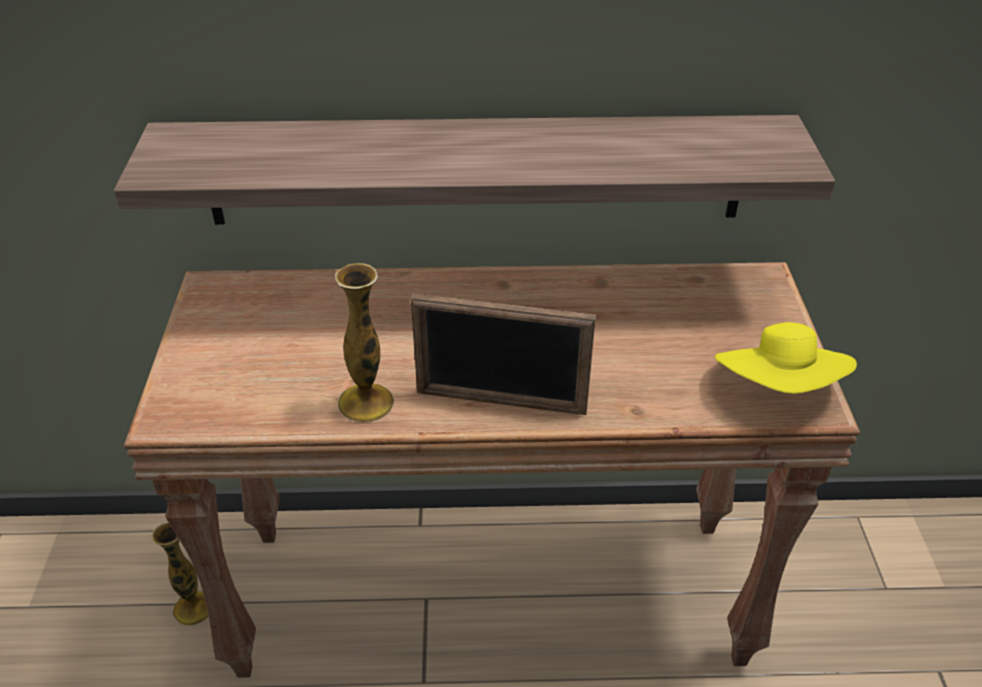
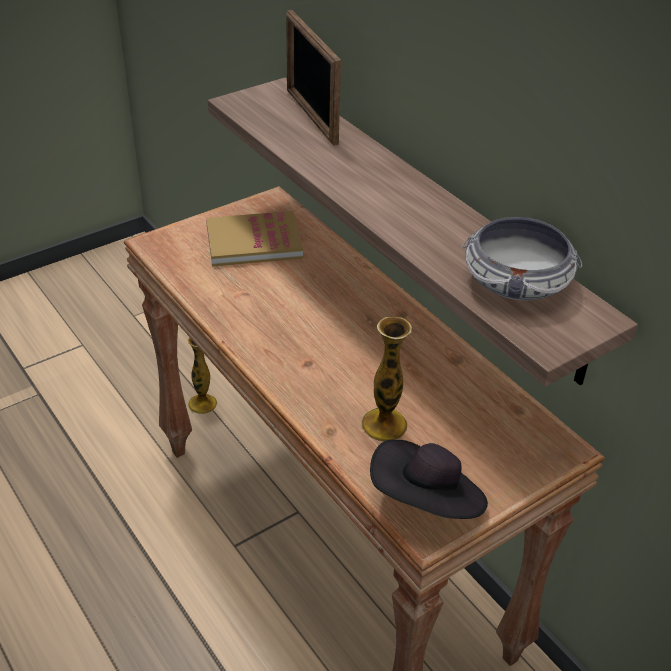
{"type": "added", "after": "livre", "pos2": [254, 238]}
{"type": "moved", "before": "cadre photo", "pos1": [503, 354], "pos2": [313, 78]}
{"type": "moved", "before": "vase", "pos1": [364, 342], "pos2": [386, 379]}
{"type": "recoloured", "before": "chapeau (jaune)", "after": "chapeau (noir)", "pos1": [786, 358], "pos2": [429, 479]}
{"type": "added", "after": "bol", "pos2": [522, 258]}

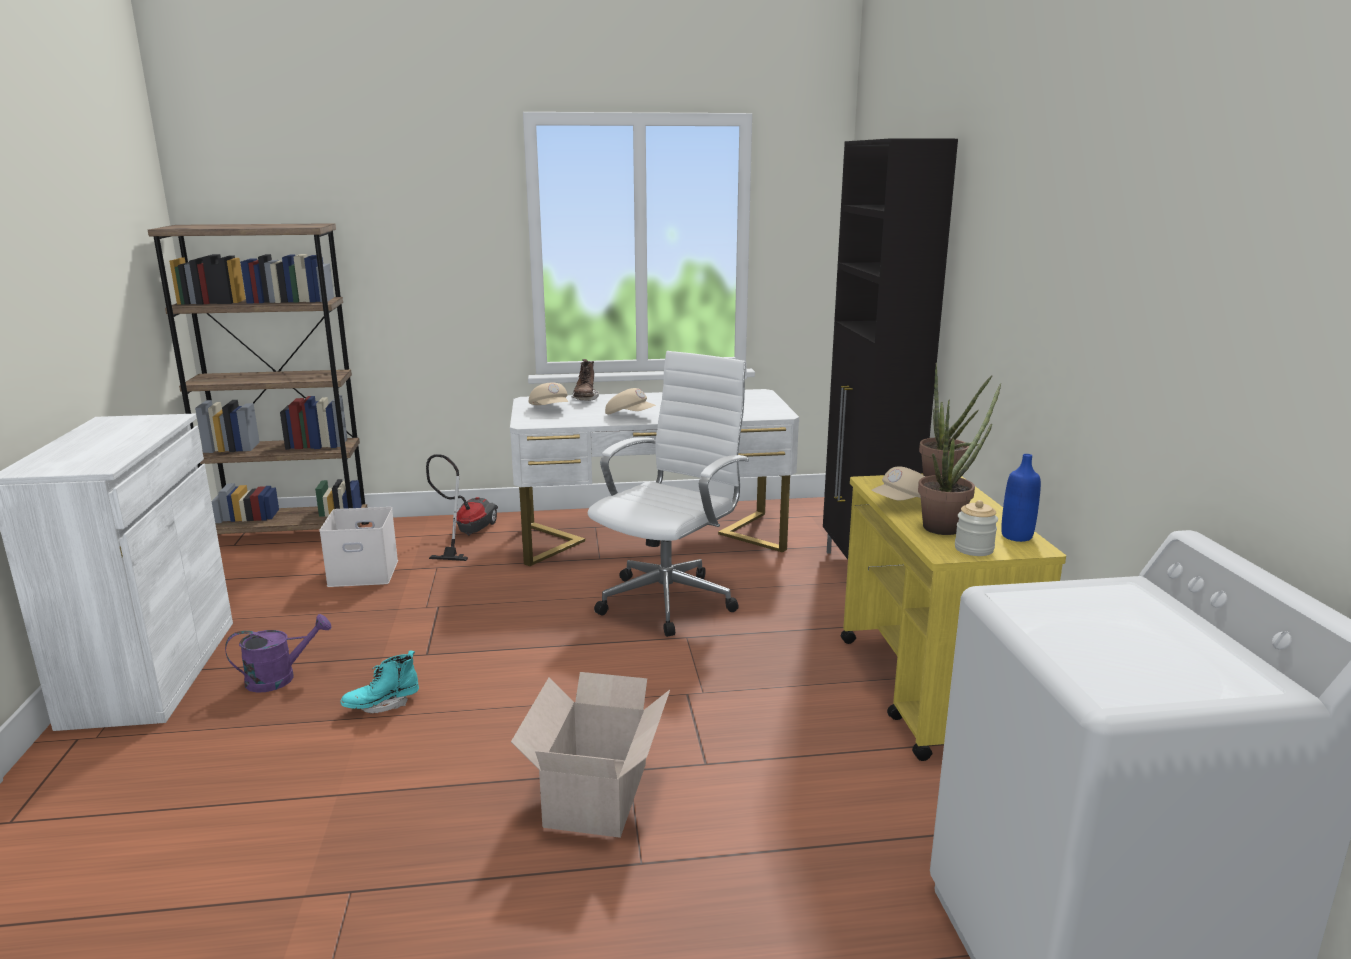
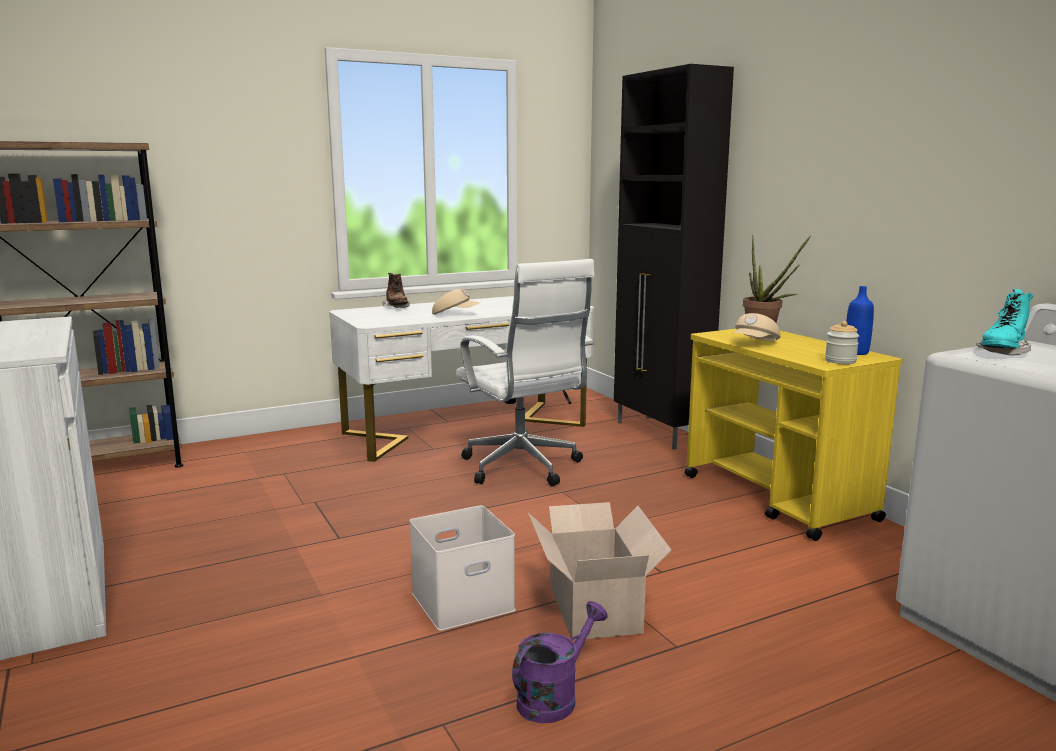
{"type": "moved", "before": "boîte de rangement (blanc)", "pos1": [358, 547], "pos2": [463, 568]}
{"type": "turned", "before": "chaise de bureau (blanc)", "pos1": [668, 494], "pos2": [525, 373], "turn": 135}
{"type": "moved", "before": "arrosoir (violet)", "pos1": [278, 653], "pos2": [560, 662]}
{"type": "moved", "before": "botte (turquoise)", "pos1": [379, 682], "pos2": [1005, 322]}
{"type": "removed", "before": "aspirateur", "pos1": [462, 507]}
{"type": "removed", "before": "casquette (beige)", "pos1": [548, 394]}
{"type": "removed", "before": "plante en pot", "pos1": [959, 459]}

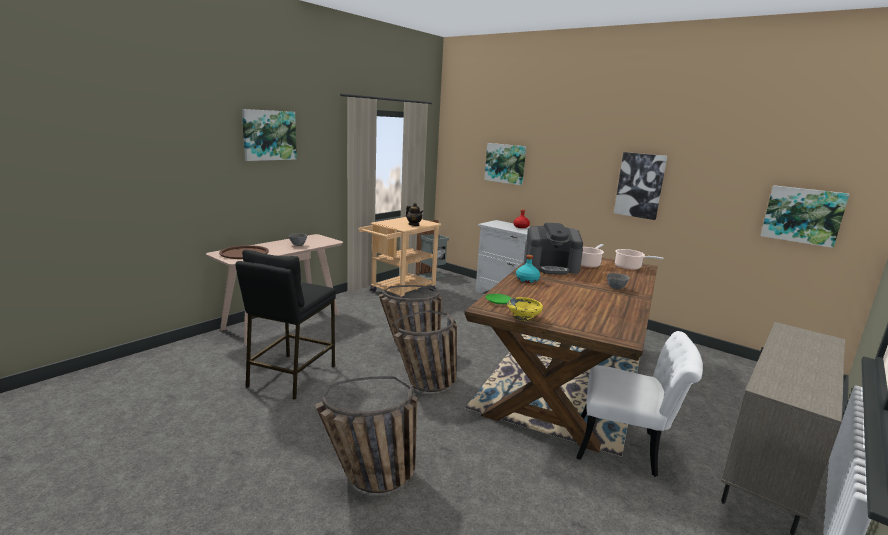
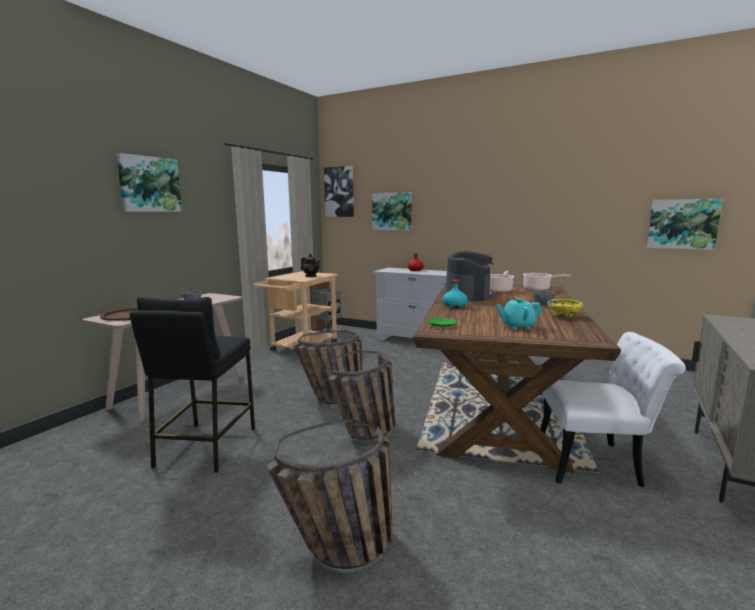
{"type": "moved", "before": "tableau", "pos1": [640, 186], "pos2": [339, 191]}
{"type": "turned", "before": "machine à café", "pos1": [553, 249], "pos2": [470, 275], "turn": -75}
{"type": "added", "after": "théière (turquoise)", "pos2": [519, 314]}
{"type": "moved", "before": "bol (jaune)", "pos1": [525, 309], "pos2": [565, 308]}

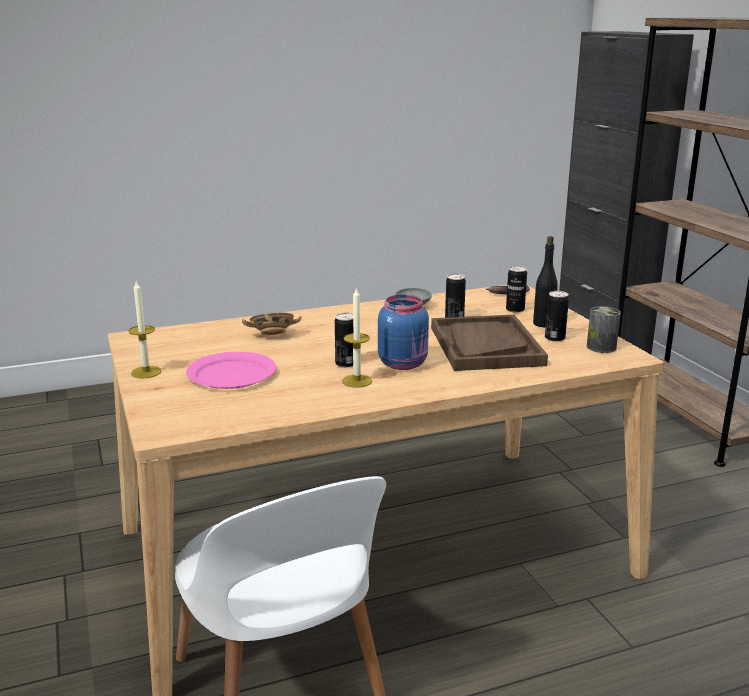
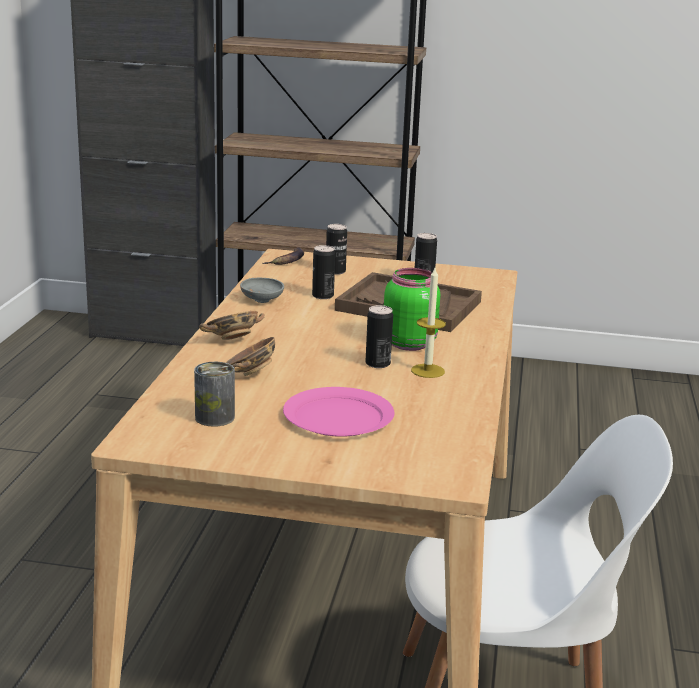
{"type": "moved", "before": "boîte métallique", "pos1": [604, 329], "pos2": [214, 394]}
{"type": "added", "after": "bol", "pos2": [232, 325]}
{"type": "recoloured", "before": "bocal (bleu)", "after": "bocal (vert)", "pos1": [403, 332], "pos2": [412, 309]}
{"type": "removed", "before": "bougie", "pos1": [145, 329]}
{"type": "removed", "before": "bouteille (noir)", "pos1": [545, 281]}

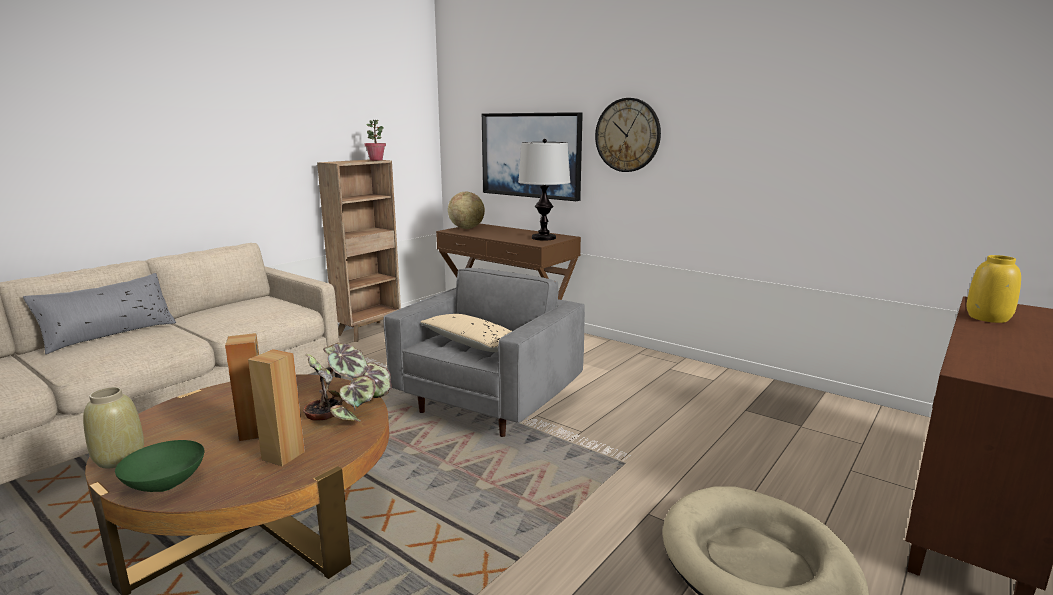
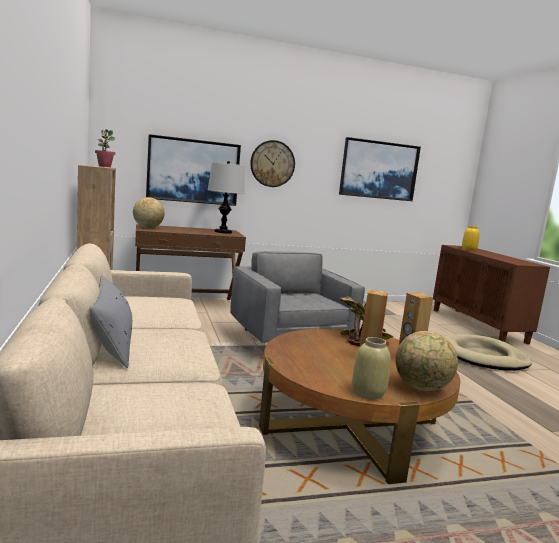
{"type": "added", "after": "tableau", "pos2": [380, 169]}
{"type": "replaced", "before": "bol (vert)", "after": "globe", "pos1": [159, 466], "pos2": [426, 361]}
{"type": "removed", "before": "coussin (beige)", "pos1": [466, 333]}

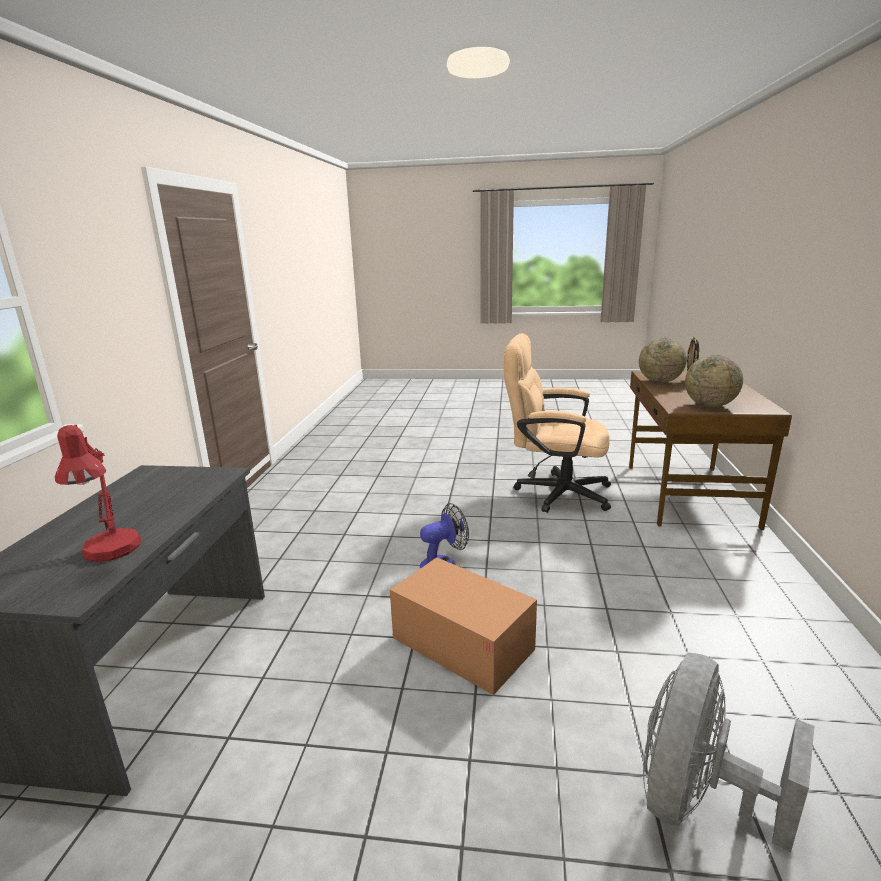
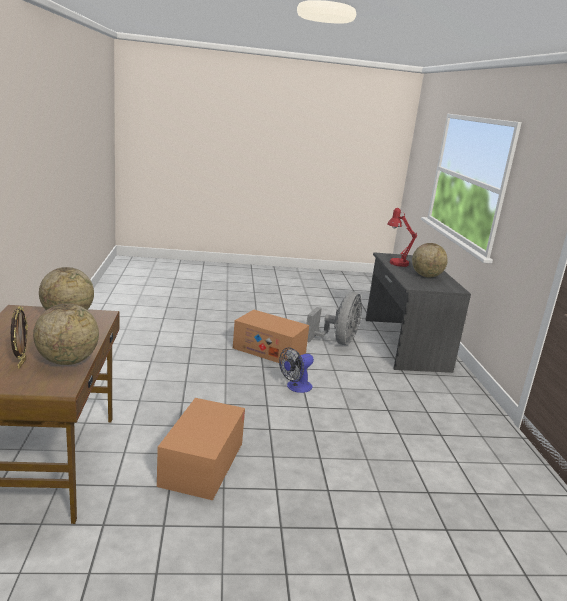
{"type": "replaced", "before": "chaise de bureau (beige)", "after": "carton", "pos1": [557, 423], "pos2": [201, 449]}
{"type": "moved", "before": "ventilateur (gris)", "pos1": [728, 752], "pos2": [334, 318]}
{"type": "added", "after": "globe", "pos2": [430, 260]}

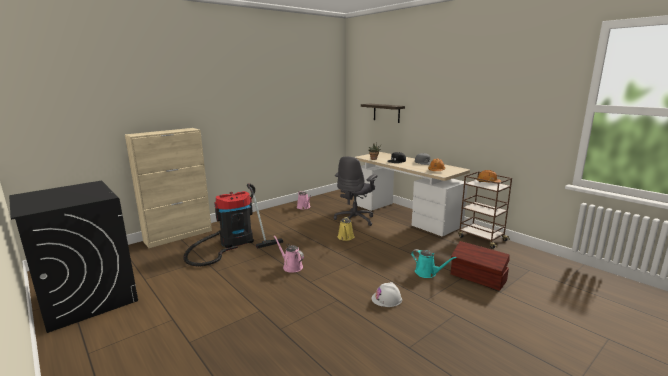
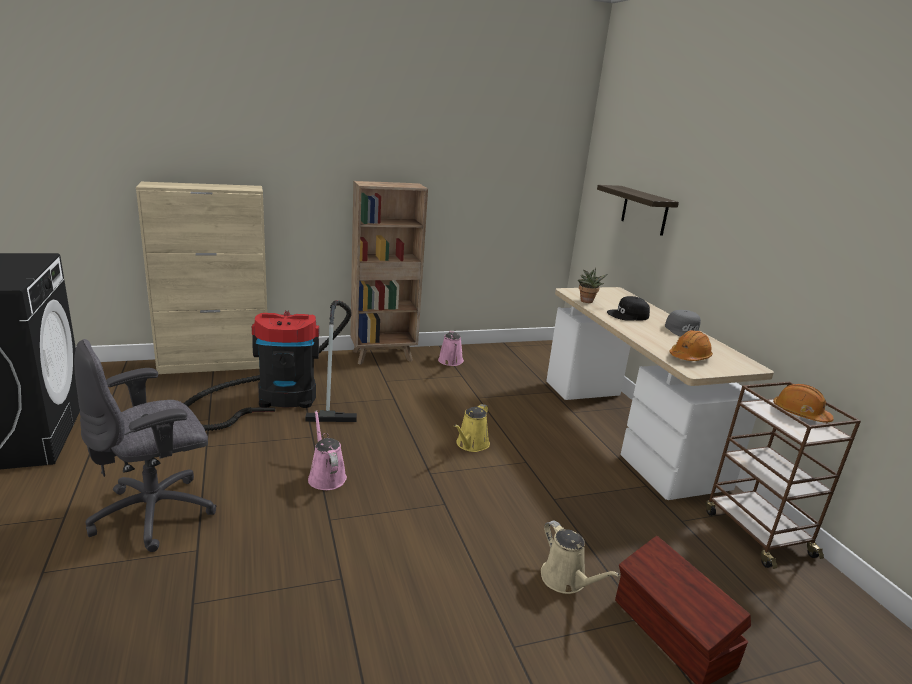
{"type": "moved", "before": "chaise de bureau (gris)", "pos1": [355, 191], "pos2": [145, 445]}
{"type": "added", "after": "bibliothèque (marron)", "pos2": [389, 273]}
{"type": "recoloured", "before": "arrosoir (turquoise)", "after": "arrosoir (beige)", "pos1": [434, 263], "pos2": [580, 557]}
{"type": "removed", "before": "casque de chantier (blanc)", "pos1": [386, 294]}

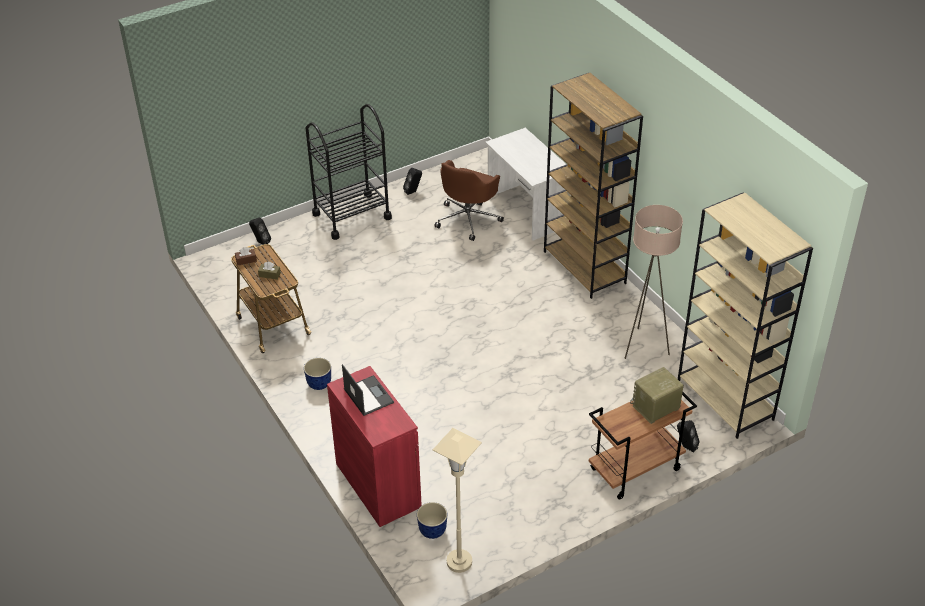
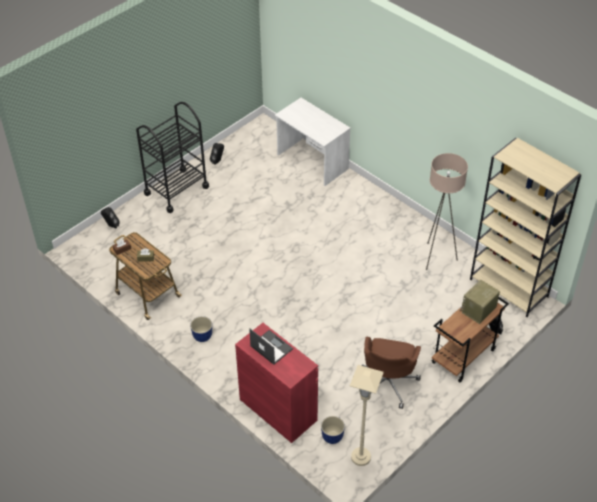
{"type": "moved", "before": "chaise de bureau (marron)", "pos1": [469, 200], "pos2": [391, 372]}
{"type": "removed", "before": "bibliothèque (marron)", "pos1": [593, 186]}

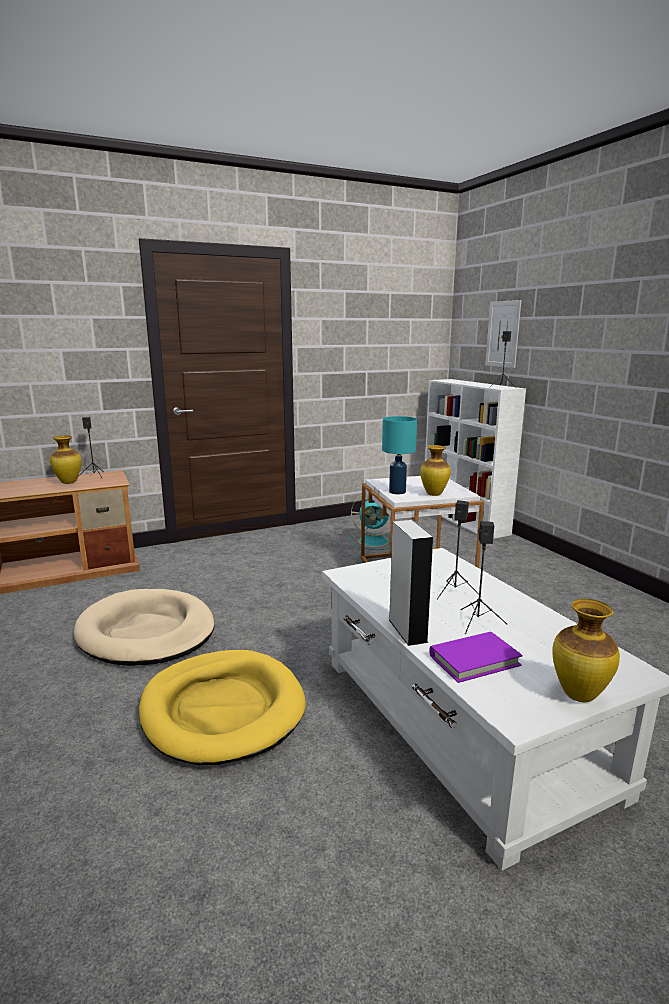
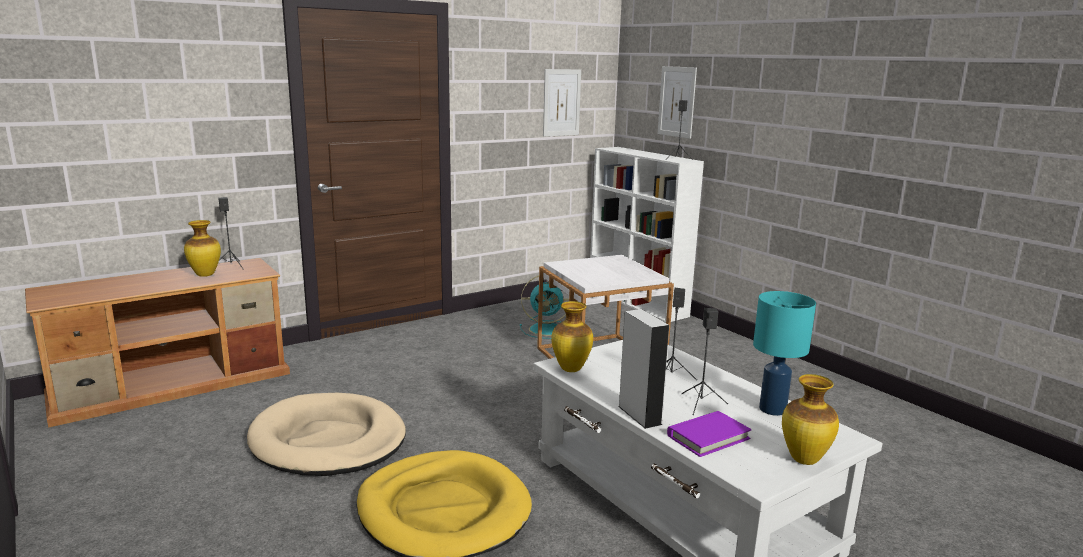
{"type": "added", "after": "tableau", "pos2": [562, 103]}
{"type": "moved", "before": "vase", "pos1": [435, 470], "pos2": [572, 336]}
{"type": "moved", "before": "lampe de table (turquoise)", "pos1": [399, 455], "pos2": [784, 353]}

